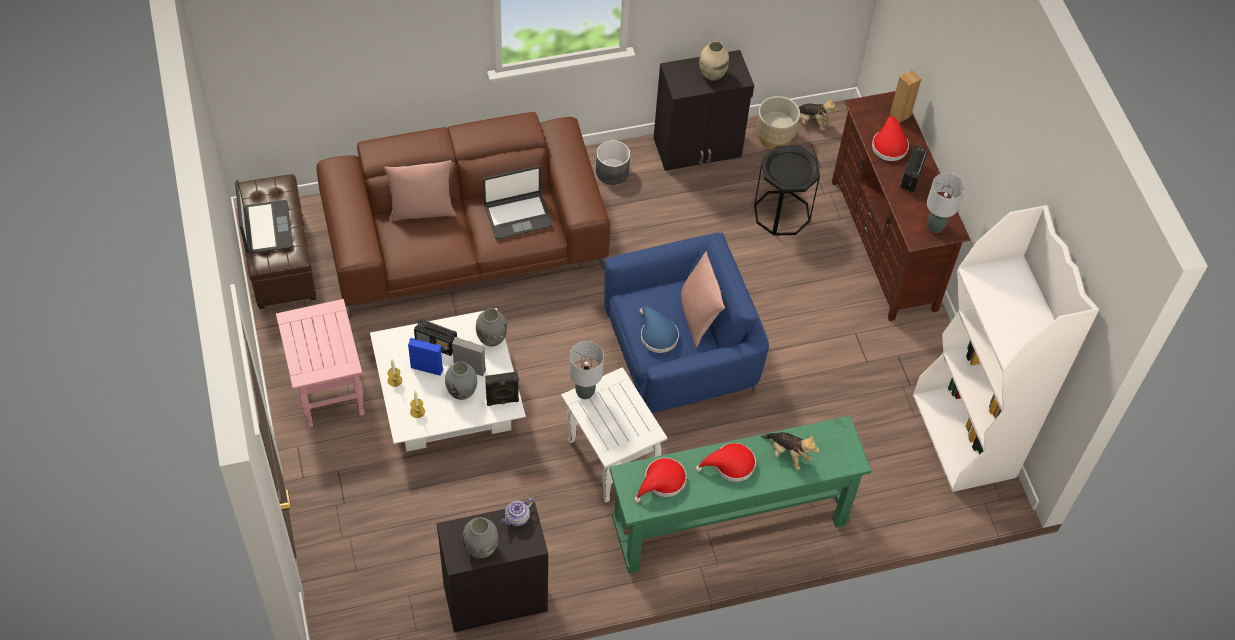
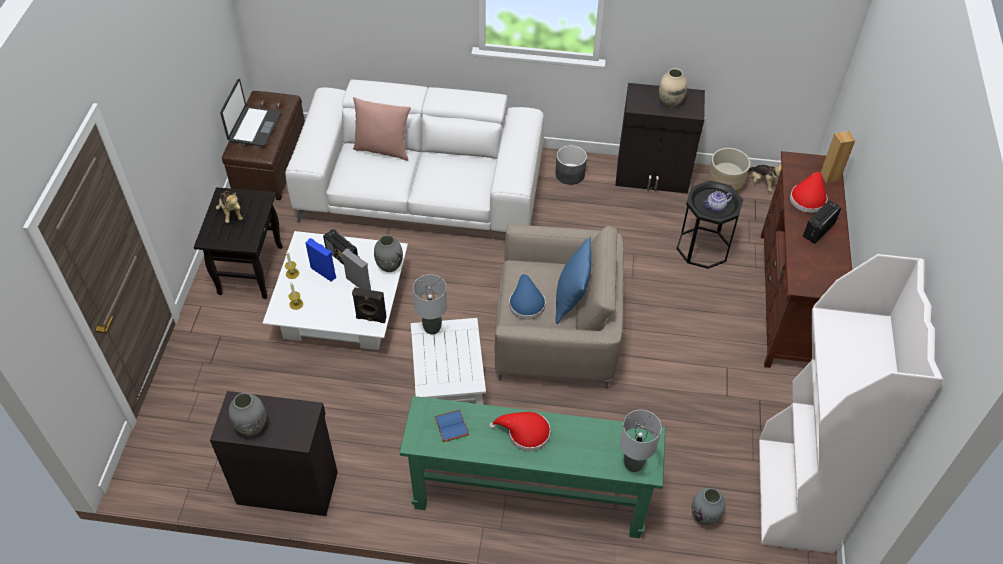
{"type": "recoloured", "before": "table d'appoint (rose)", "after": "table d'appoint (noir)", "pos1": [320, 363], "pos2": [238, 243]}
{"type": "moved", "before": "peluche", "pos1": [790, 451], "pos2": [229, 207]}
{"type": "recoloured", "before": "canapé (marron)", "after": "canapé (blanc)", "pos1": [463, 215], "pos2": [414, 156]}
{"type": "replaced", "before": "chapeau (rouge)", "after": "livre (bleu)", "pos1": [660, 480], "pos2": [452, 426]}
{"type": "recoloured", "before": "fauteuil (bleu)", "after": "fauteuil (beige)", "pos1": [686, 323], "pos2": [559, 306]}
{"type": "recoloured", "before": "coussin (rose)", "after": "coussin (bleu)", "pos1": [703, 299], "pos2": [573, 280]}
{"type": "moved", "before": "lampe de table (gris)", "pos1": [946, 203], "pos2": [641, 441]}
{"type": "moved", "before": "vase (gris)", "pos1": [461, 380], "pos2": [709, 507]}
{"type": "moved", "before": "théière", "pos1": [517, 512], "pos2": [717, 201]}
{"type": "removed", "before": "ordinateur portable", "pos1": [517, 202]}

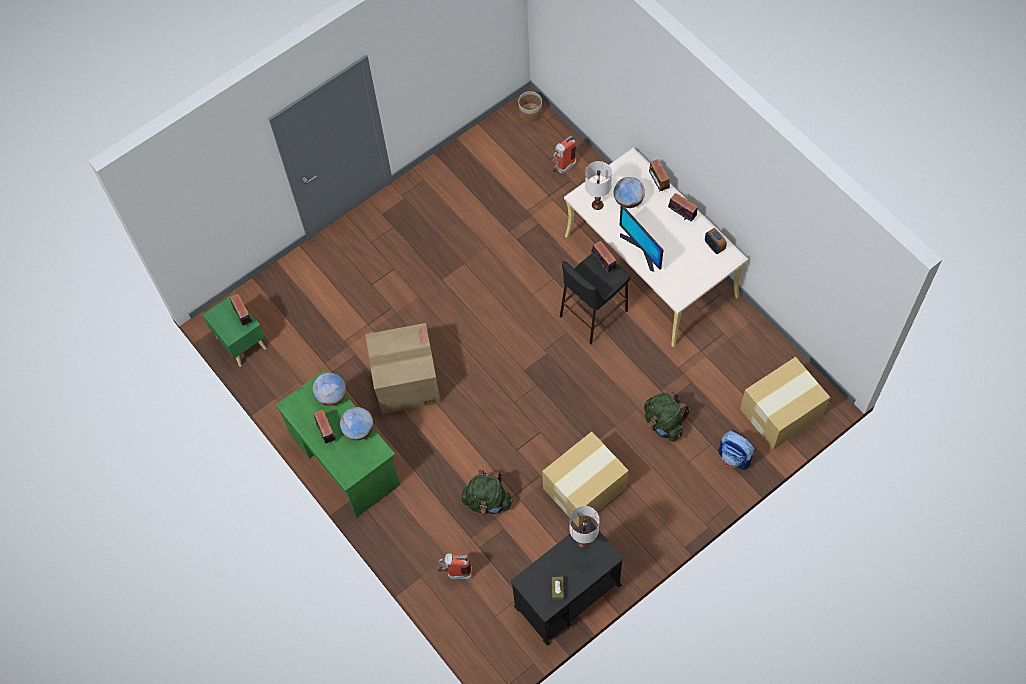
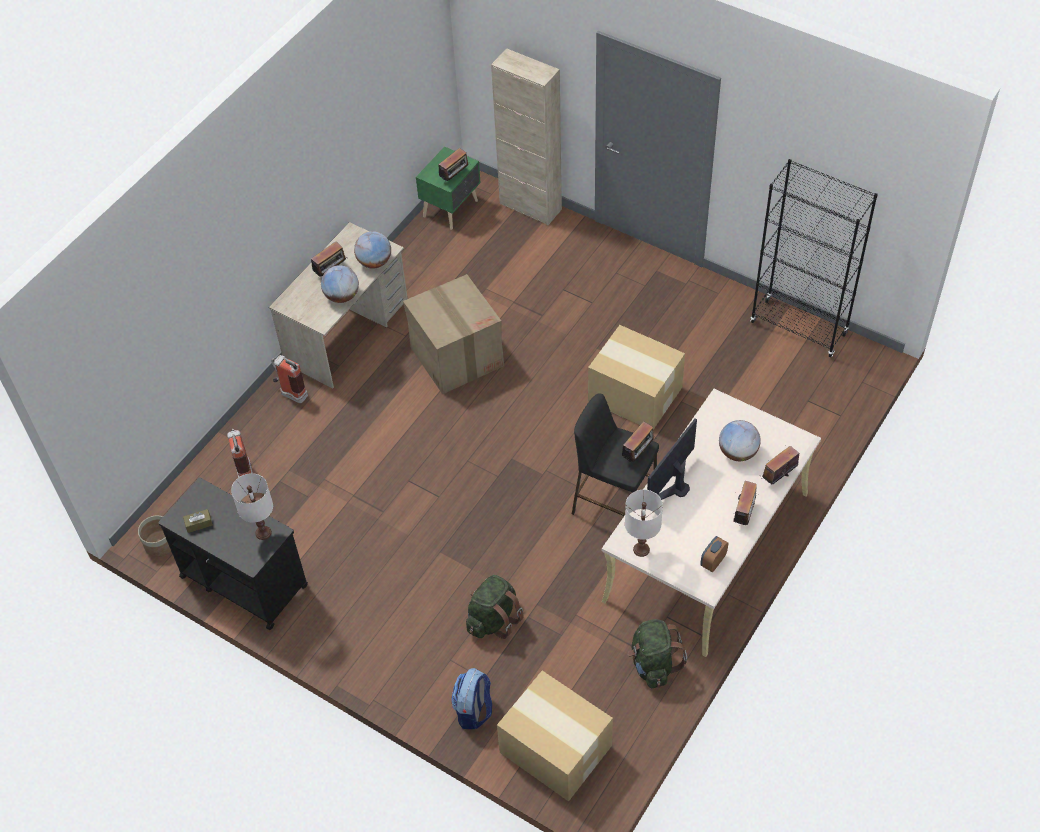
{"type": "moved", "before": "cache-pot", "pos1": [530, 106], "pos2": [154, 536]}
{"type": "recoloured", "before": "bureau (vert)", "after": "bureau (beige)", "pos1": [338, 443], "pos2": [338, 305]}
{"type": "moved", "before": "extincteur", "pos1": [563, 155], "pos2": [289, 379]}
{"type": "added", "after": "meuble de rangement (beige)", "pos2": [526, 136]}
{"type": "moved", "before": "carton", "pos1": [585, 479], "pos2": [636, 377]}
{"type": "moved", "before": "lampe de table (blanc)", "pos1": [598, 185], "pos2": [644, 523]}
{"type": "moved", "before": "sac à dos (vert)", "pos1": [487, 492], "pos2": [657, 653]}
{"type": "added", "after": "bibliothèque (noir)", "pos2": [814, 258]}

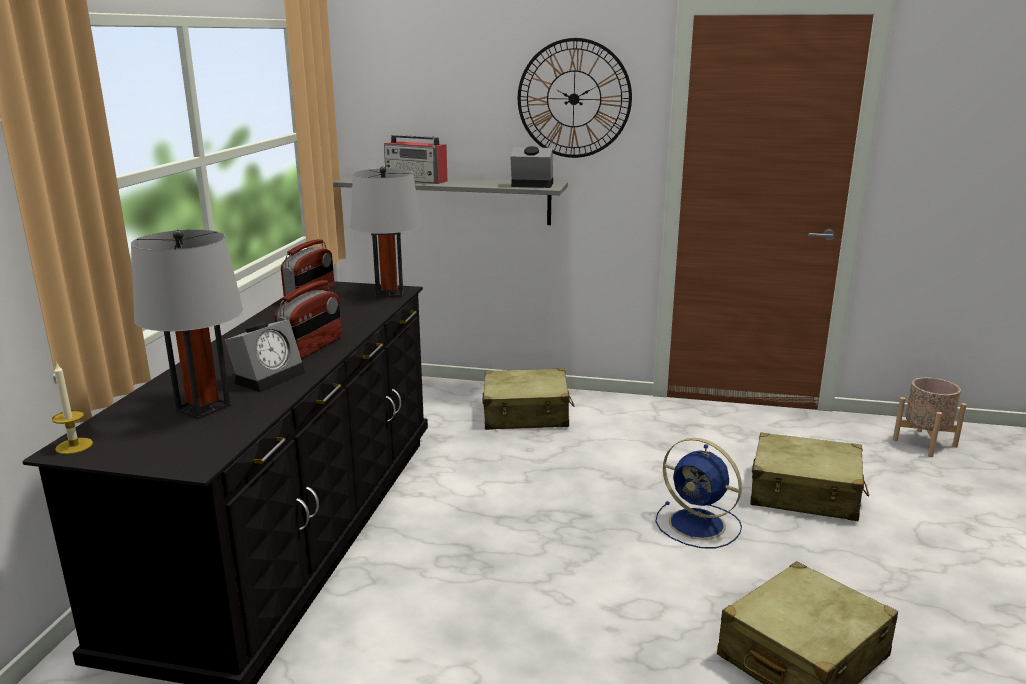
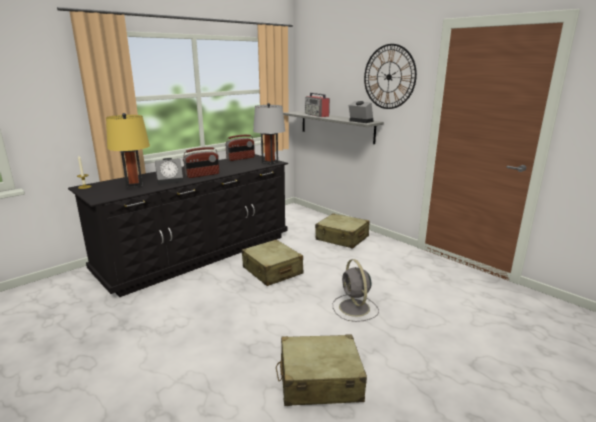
{"type": "recoloured", "before": "lampe de table (gris)", "after": "lampe de table (jaune)", "pos1": [187, 324], "pos2": [128, 150]}
{"type": "moved", "before": "valise (beige)", "pos1": [809, 476], "pos2": [272, 263]}
{"type": "recoloured", "before": "ventilateur (bleu)", "after": "ventilateur (gris)", "pos1": [698, 493], "pos2": [356, 290]}
{"type": "removed", "before": "cache-pot (beige)", "pos1": [930, 417]}

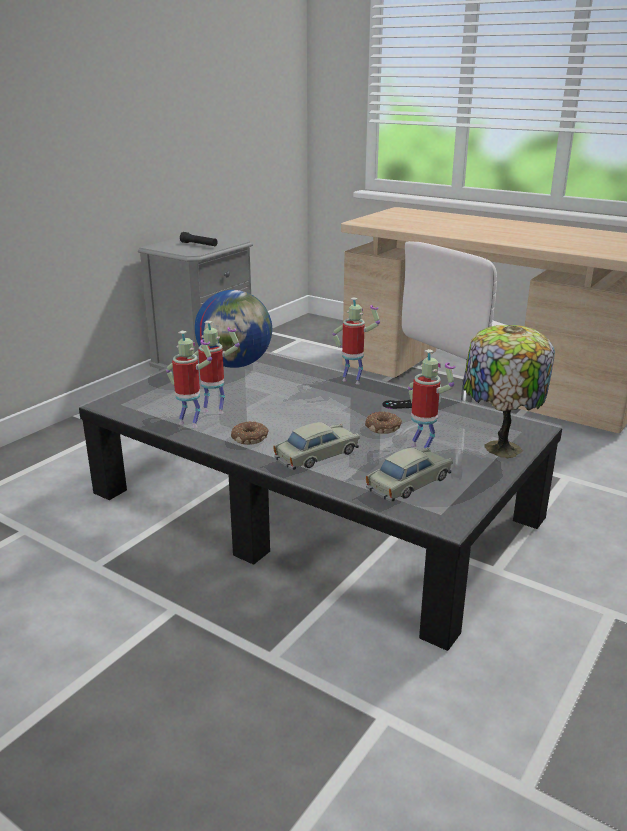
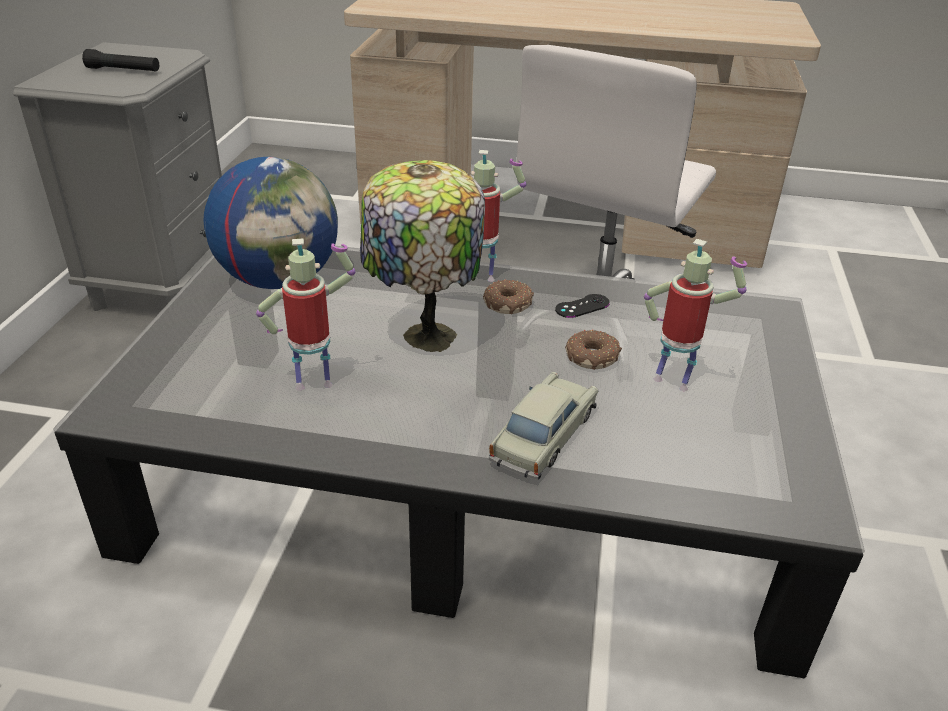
{"type": "moved", "before": "lampe de table", "pos1": [509, 391], "pos2": [422, 256]}
{"type": "moved", "before": "beignet", "pos1": [250, 433], "pos2": [508, 296]}
{"type": "removed", "before": "robot jouet", "pos1": [189, 379]}
{"type": "removed", "before": "petite voiture (beige)", "pos1": [409, 474]}

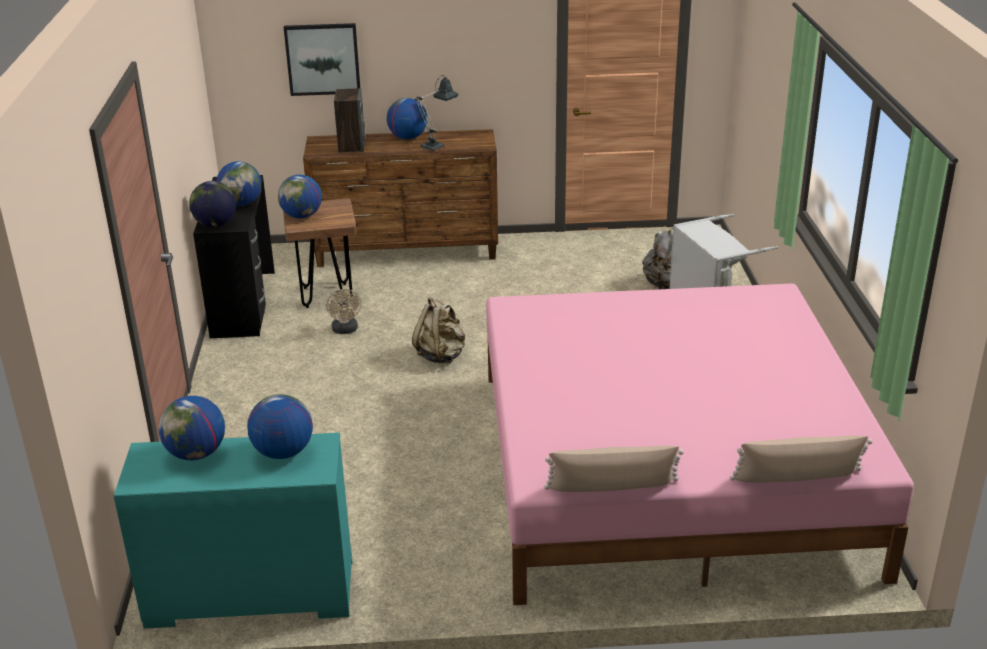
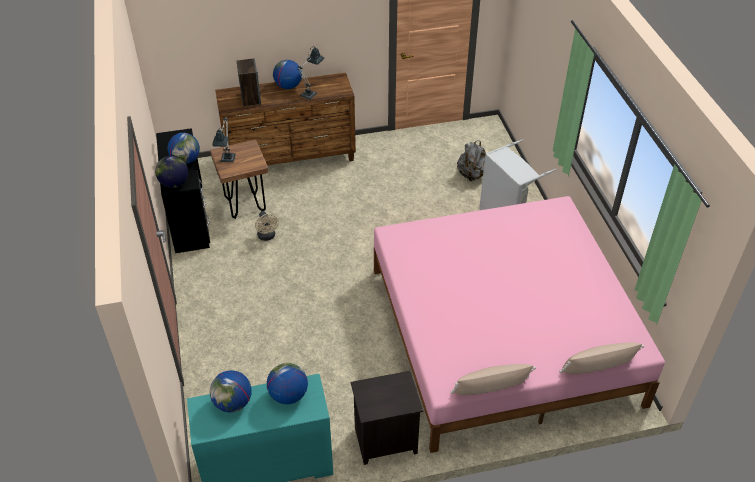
{"type": "replaced", "before": "globe", "after": "lampe de table", "pos1": [300, 196], "pos2": [224, 139]}
{"type": "added", "after": "table de chevet (noir)", "pos2": [387, 418]}
{"type": "removed", "before": "tableau", "pos1": [322, 59]}
{"type": "removed", "before": "sac à dos (beige)", "pos1": [438, 330]}

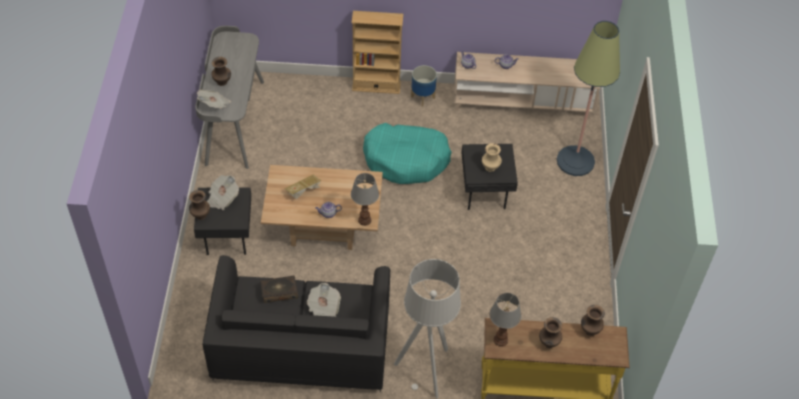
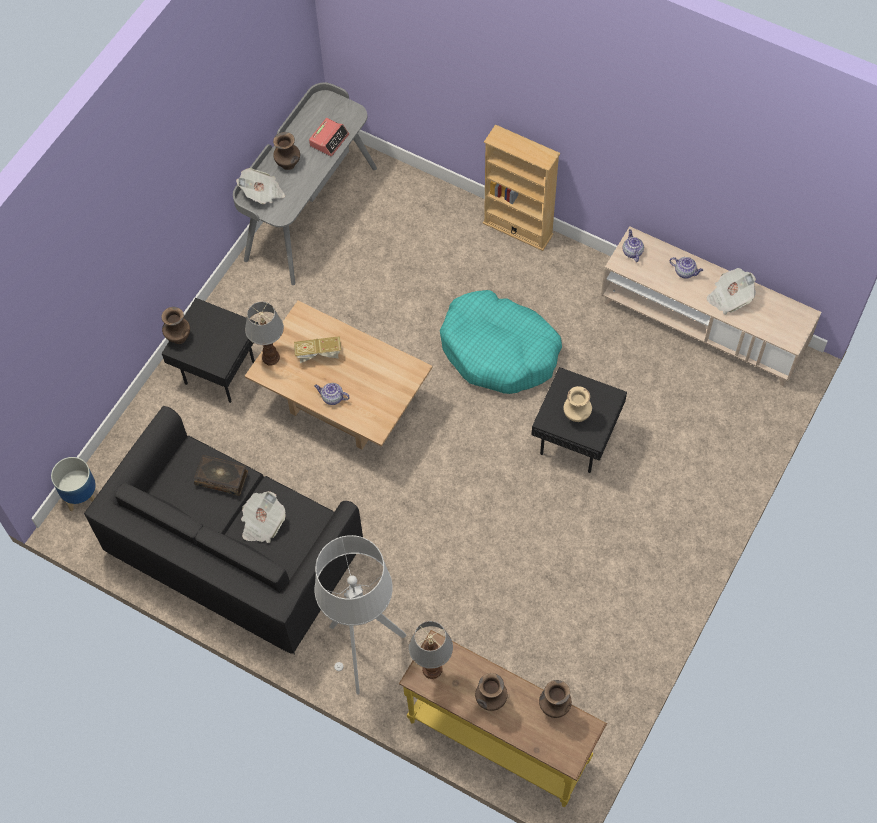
{"type": "moved", "before": "cache-pot", "pos1": [424, 85], "pos2": [73, 484]}
{"type": "moved", "before": "lampe de table", "pos1": [365, 199], "pos2": [264, 334]}
{"type": "added", "after": "réveil", "pos2": [329, 137]}
{"type": "moved", "before": "journal", "pos1": [223, 192], "pos2": [731, 291]}
{"type": "removed", "before": "lampadaire", "pos1": [588, 98]}

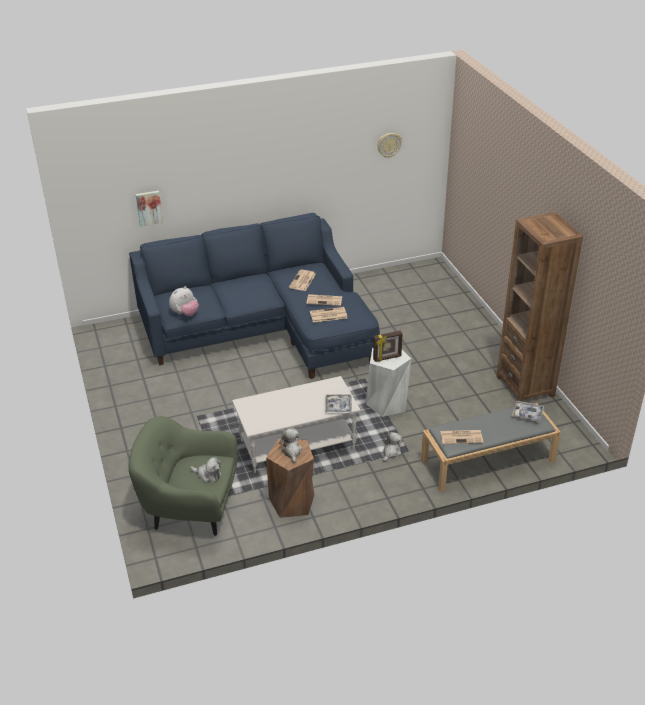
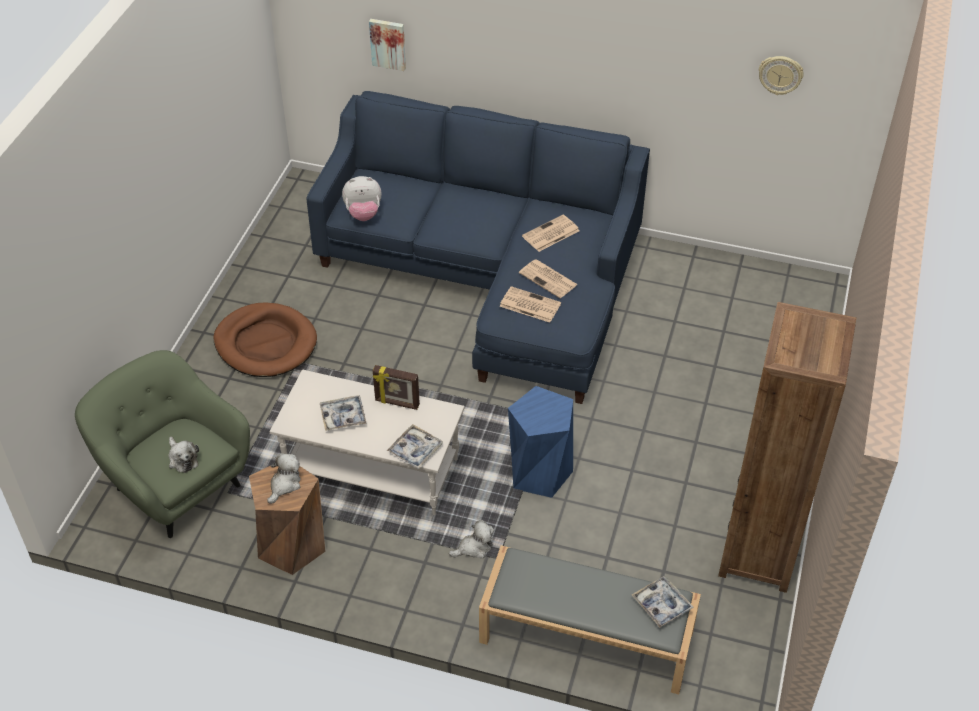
{"type": "added", "after": "panier pour chien (marron)", "pos2": [265, 339]}
{"type": "added", "after": "plateau", "pos2": [343, 413]}
{"type": "moved", "before": "cadre photo", "pos1": [388, 346], "pos2": [396, 387]}
{"type": "recoloured", "before": "tabouret (blanc)", "after": "tabouret (bleu)", "pos1": [388, 382], "pos2": [540, 442]}
{"type": "removed", "before": "journal", "pos1": [461, 437]}

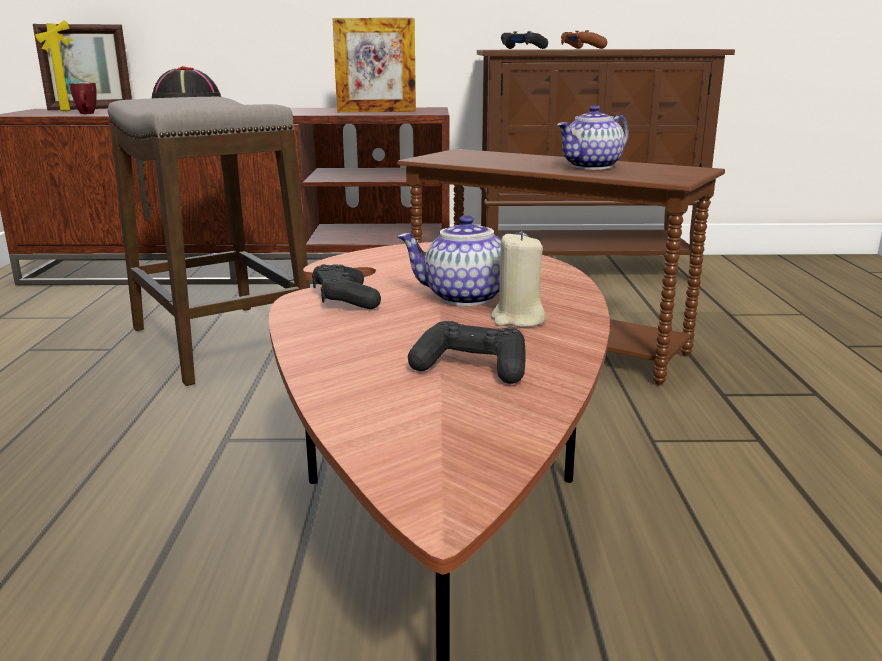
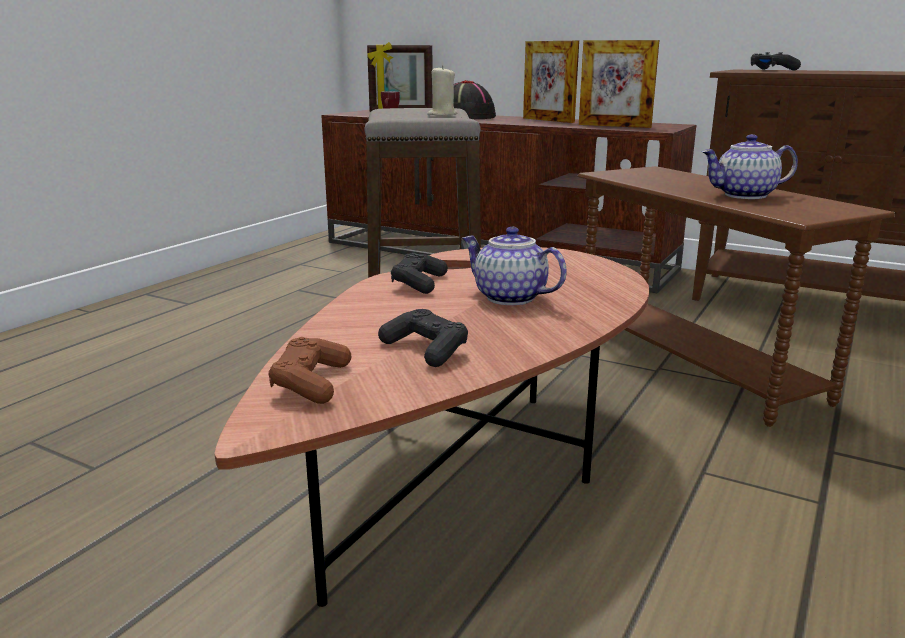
{"type": "moved", "before": "manette (marron)", "pos1": [584, 39], "pos2": [309, 370]}
{"type": "moved", "before": "bougie (beige)", "pos1": [518, 279], "pos2": [442, 90]}
{"type": "added", "after": "cadre photo", "pos2": [551, 82]}

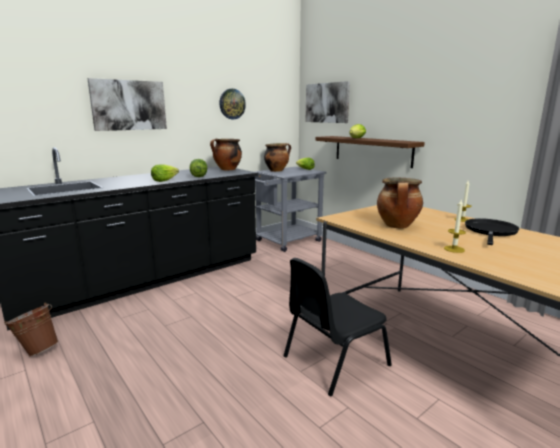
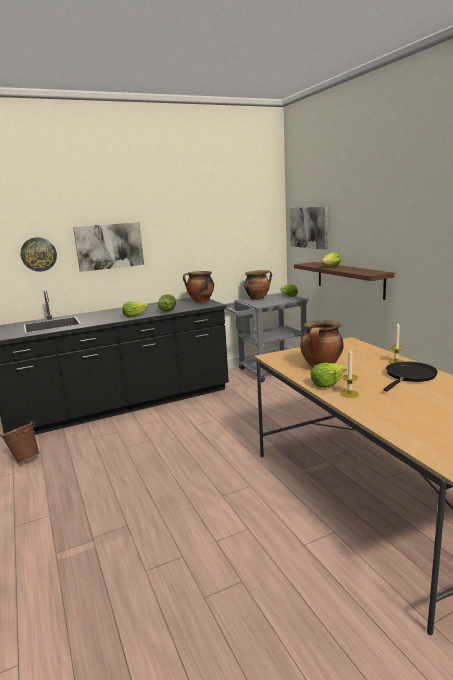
{"type": "moved", "before": "horloge murale", "pos1": [232, 104], "pos2": [38, 254]}
{"type": "added", "after": "laitue", "pos2": [328, 375]}
{"type": "removed", "before": "chaise (noir)", "pos1": [338, 327]}

